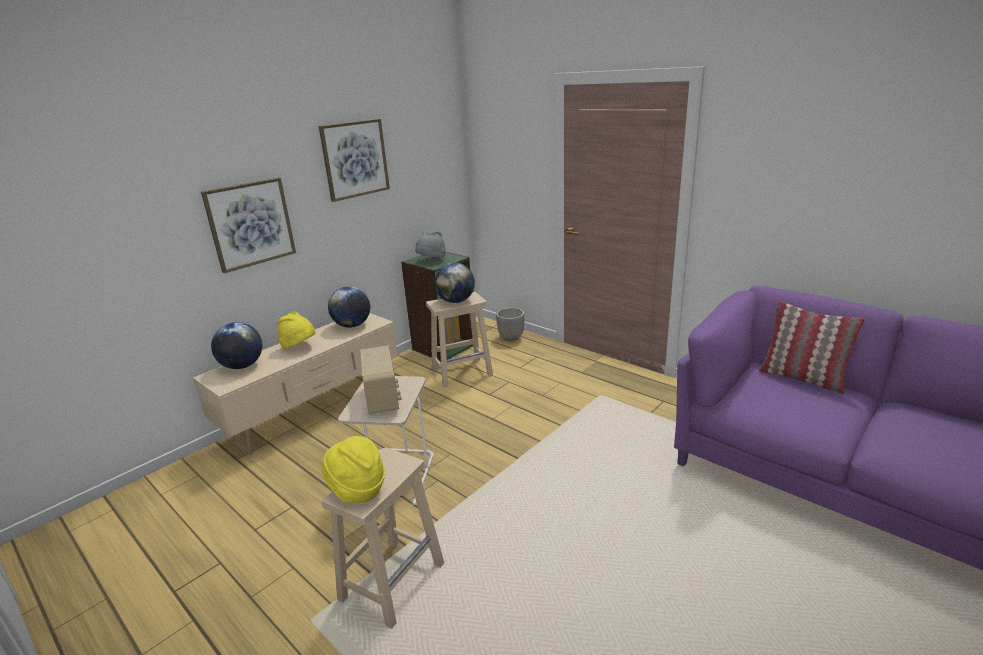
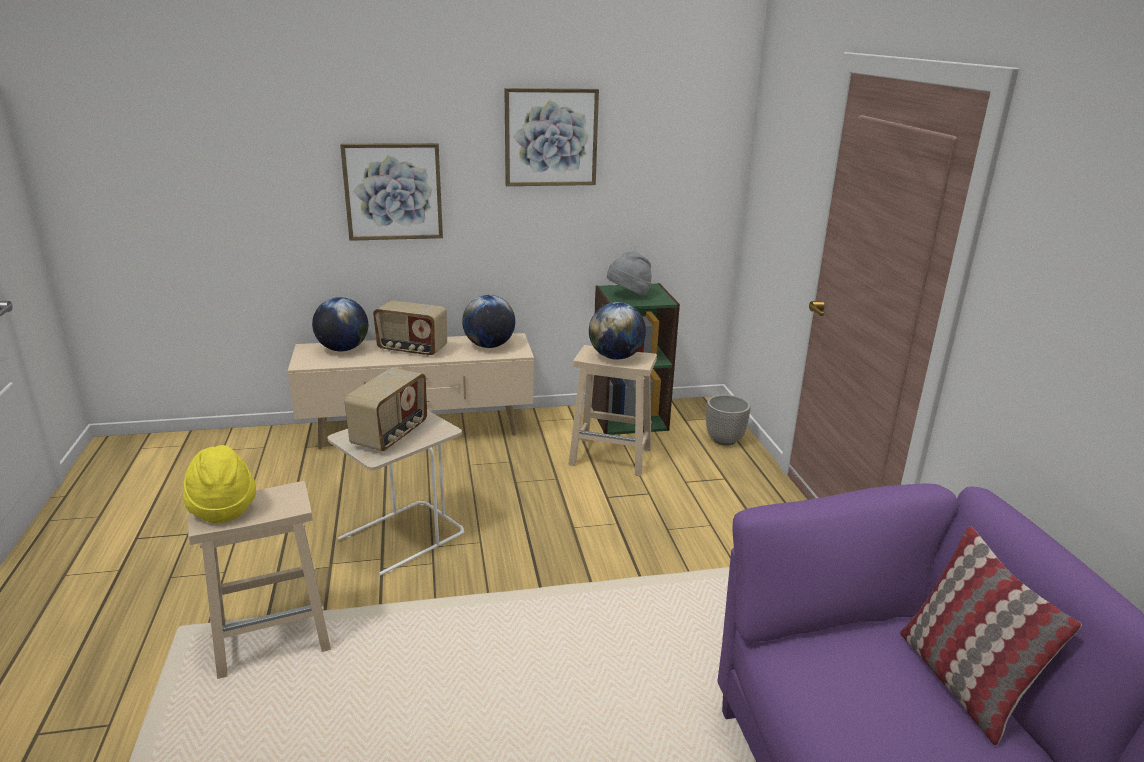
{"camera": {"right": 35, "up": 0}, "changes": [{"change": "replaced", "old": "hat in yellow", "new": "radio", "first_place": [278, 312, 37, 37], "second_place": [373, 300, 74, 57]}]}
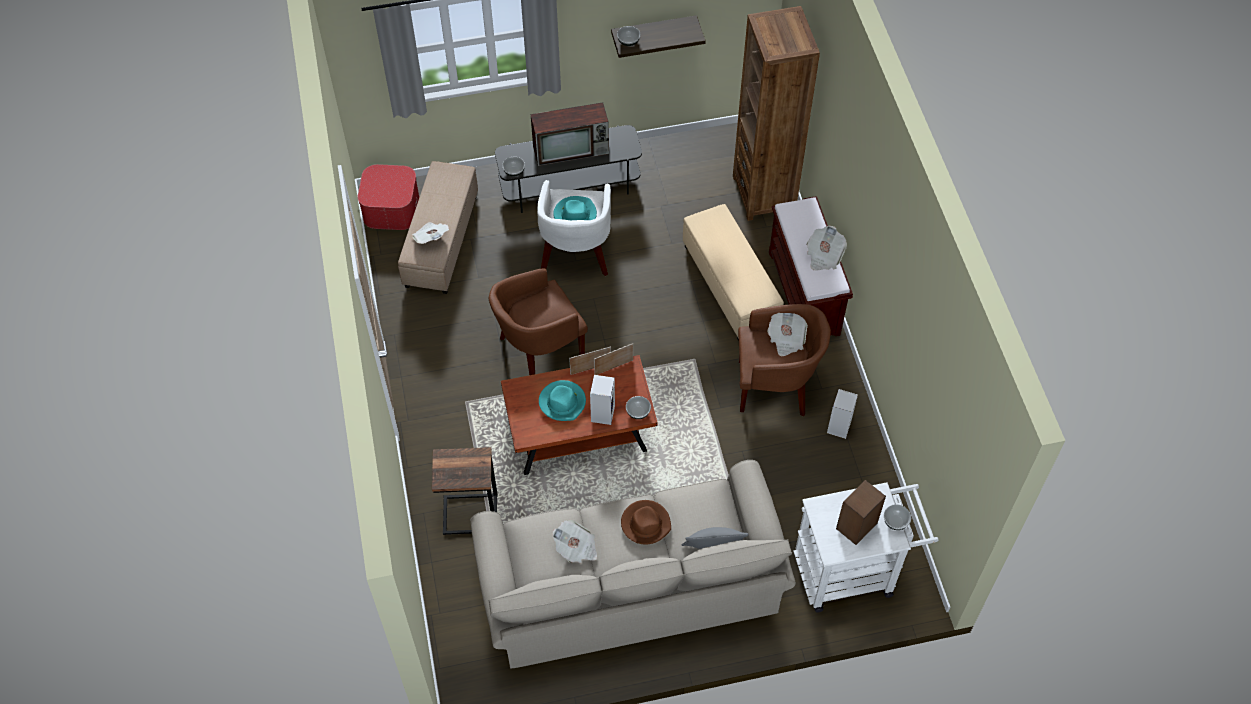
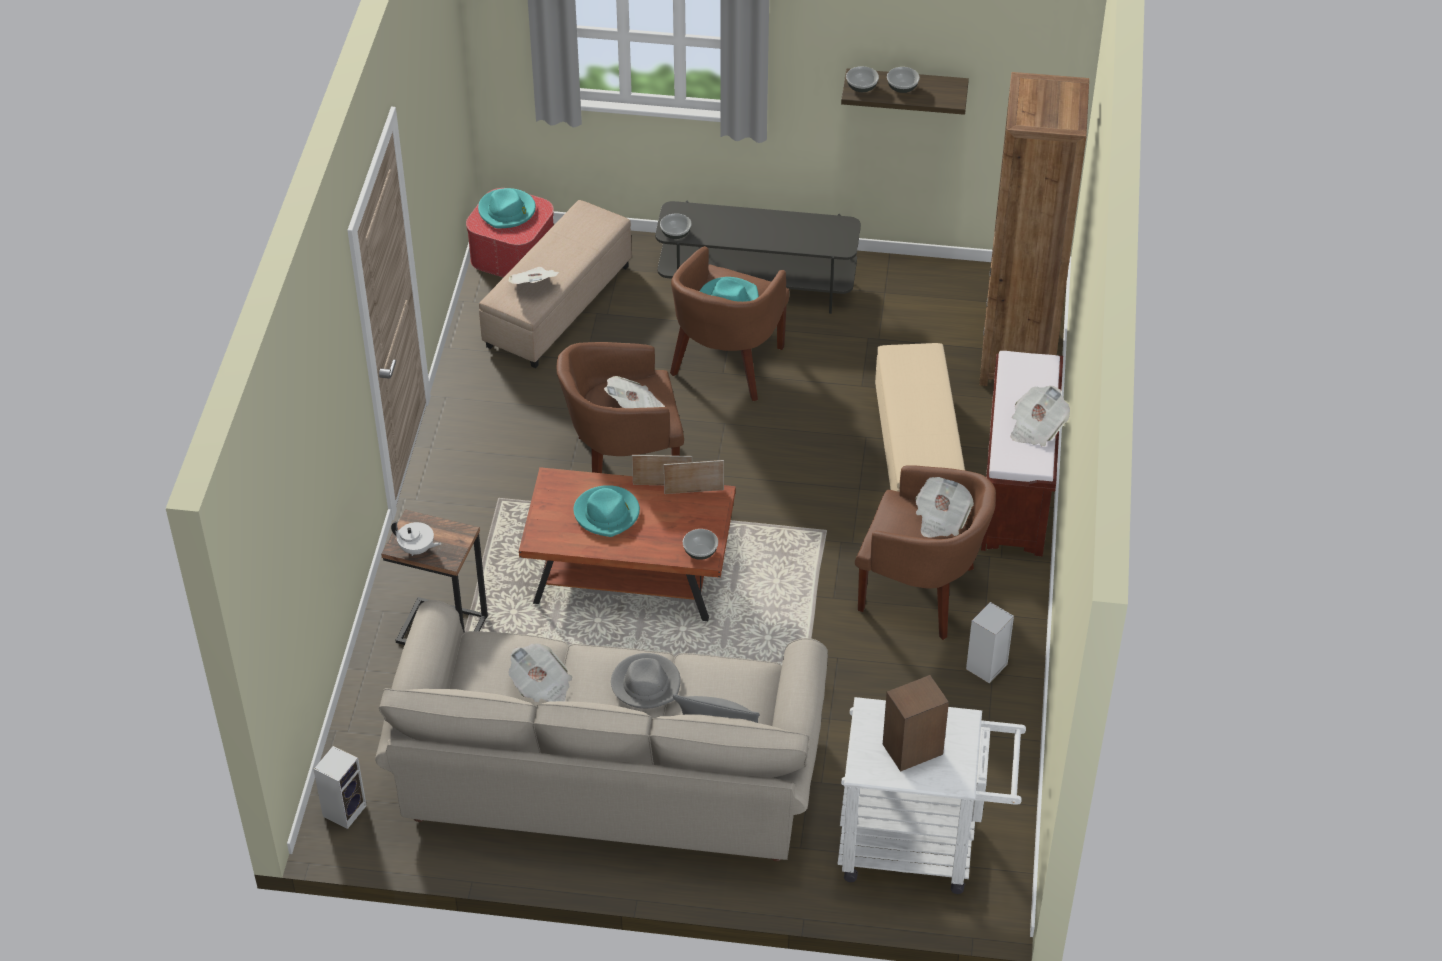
{"camera": {"right": 20, "up": -10}, "changes": [{"change": "removed", "old": "television", "first_place": [531, 102, 78, 64]}, {"change": "recoloured", "old": "armchair in white", "new": "armchair in brown", "first_place": [537, 180, 74, 96], "second_place": [670, 246, 119, 155]}, {"change": "moved", "old": "speaker", "first_place": [590, 375, 25, 50], "second_place": [313, 746, 54, 83]}, {"change": "recoloured", "old": "hat in brown", "new": "hat in grey", "first_place": [621, 500, 50, 45], "second_place": [611, 653, 70, 56]}, {"change": "moved", "old": "bowl", "first_place": [884, 504, 27, 26], "second_place": [887, 67, 33, 26]}, {"change": "added", "new": "teapot in white", "second_place": [391, 521, 51, 35]}, {"change": "added", "new": "hat in turquoise", "second_place": [478, 188, 58, 40]}, {"change": "added", "new": "newspaper", "second_place": [604, 376, 61, 32]}]}
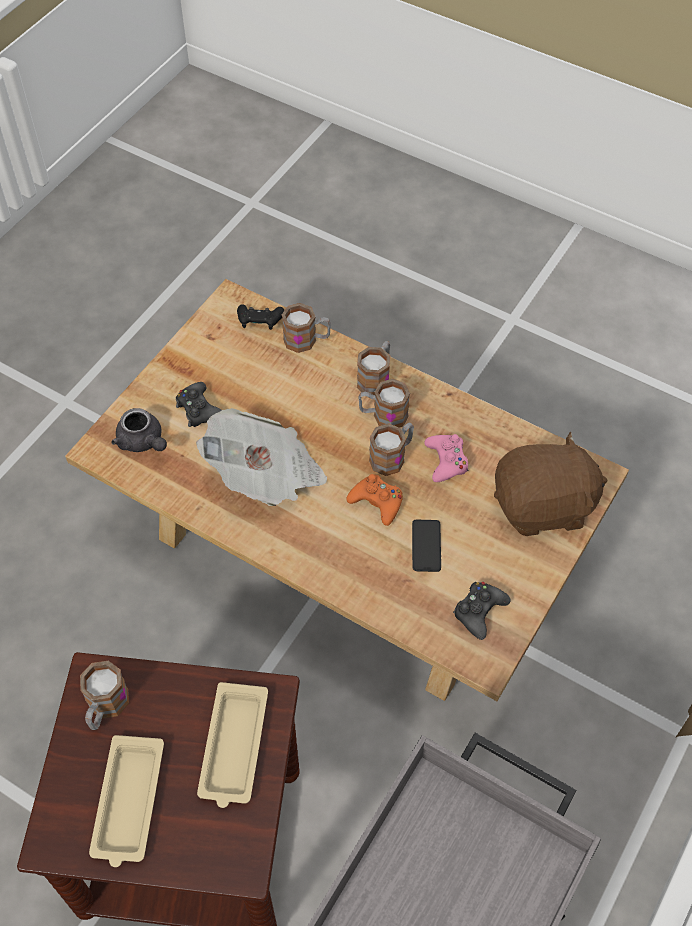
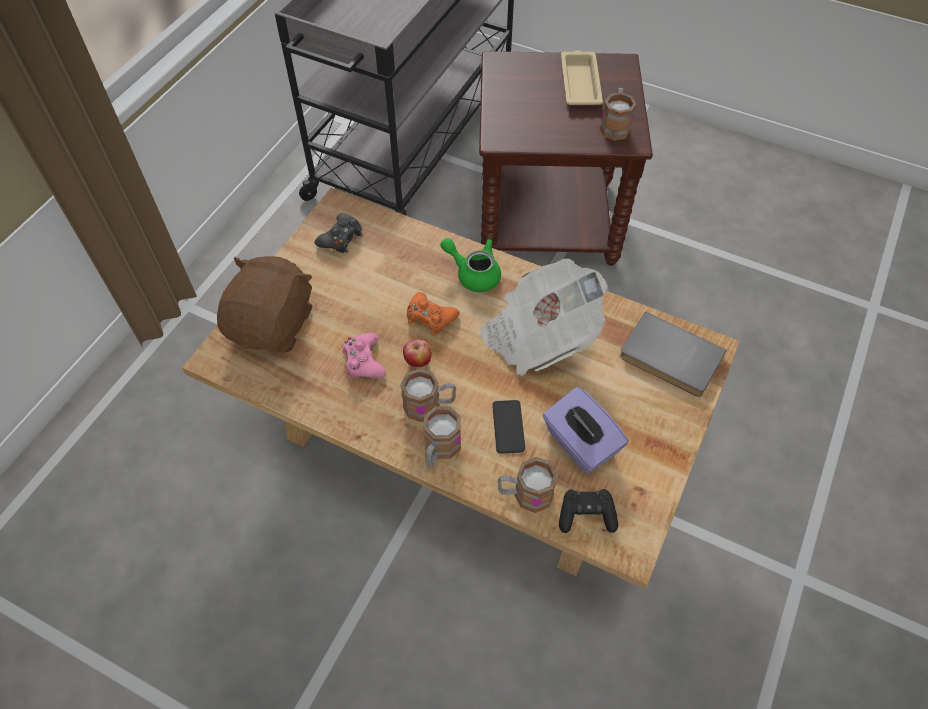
{"camera": {"right": 175, "up": 0}, "changes": [{"change": "replaced", "old": "teapot in grey", "new": "book in grey", "first_place": [111, 408, 56, 44], "second_place": [620, 311, 106, 86]}, {"change": "removed", "old": "game controller in black", "first_place": [176, 382, 46, 45]}, {"change": "removed", "old": "tray in beige", "first_place": [197, 682, 71, 126]}, {"change": "replaced", "old": "mug", "new": "apple", "first_place": [369, 422, 45, 54], "second_place": [403, 339, 29, 28]}, {"change": "moved", "old": "phone", "first_place": [412, 520, 29, 52], "second_place": [492, 400, 33, 54]}, {"change": "turned", "old": "plush toy in brown", "first_place": [494, 432, 114, 104], "second_place": [217, 256, 95, 96], "degrees": 120}, {"change": "added", "new": "teapot in green", "second_place": [440, 238, 61, 54]}, {"change": "added", "new": "tissue box in purple", "second_place": [543, 387, 85, 87]}]}
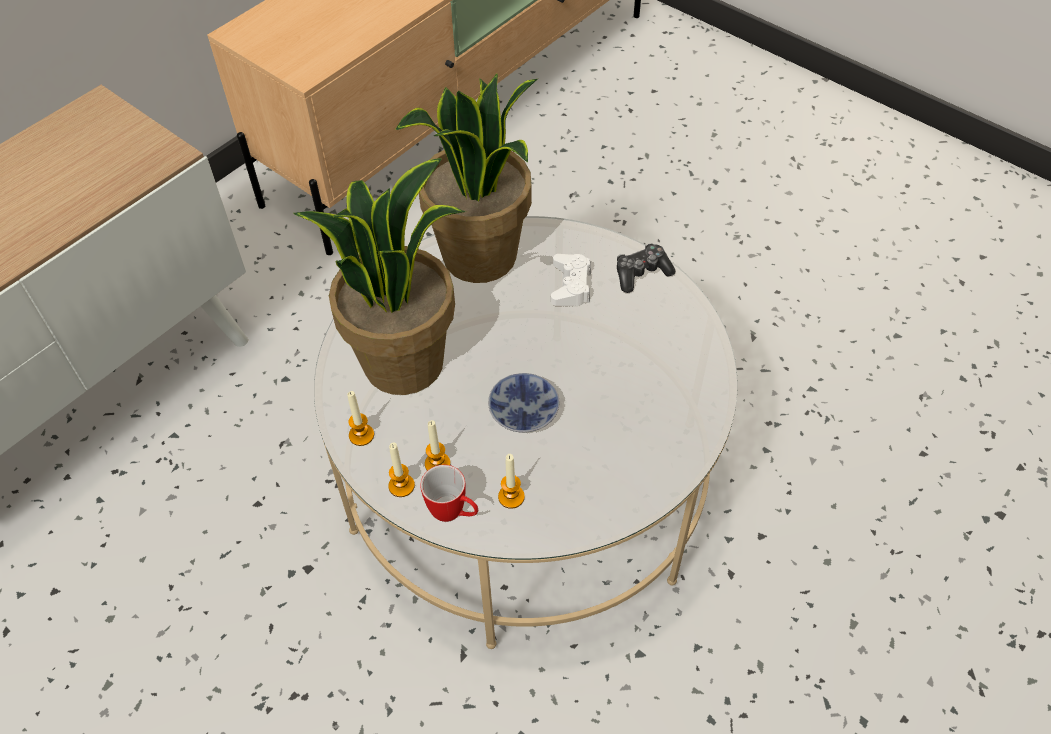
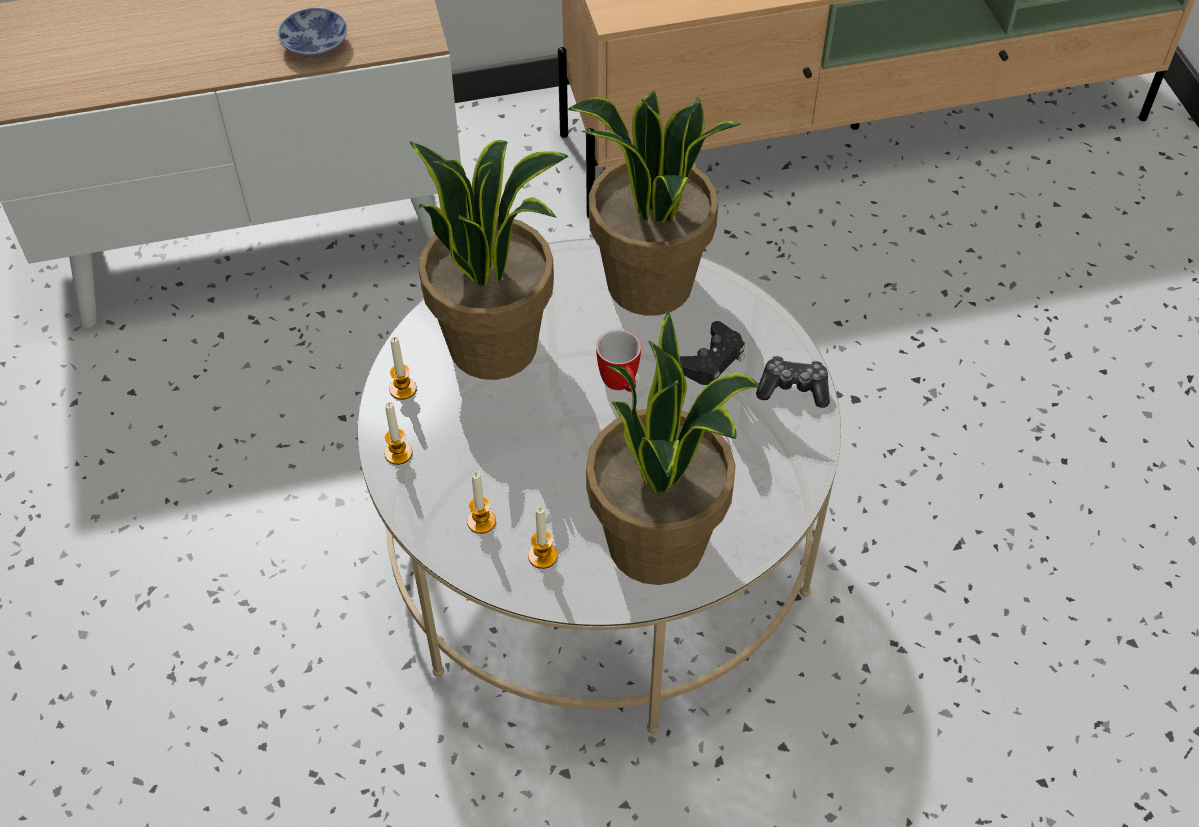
{"camera": {"right": 35, "up": 0}, "changes": [{"change": "moved", "old": "mug", "first_place": [420, 465, 58, 57], "second_place": [596, 330, 45, 62]}, {"change": "moved", "old": "candle", "first_place": [425, 420, 25, 51], "second_place": [528, 507, 30, 62]}, {"change": "moved", "old": "bowl", "first_place": [488, 373, 71, 60], "second_place": [278, 8, 69, 49]}, {"change": "recoloured", "old": "game controller in white", "new": "game controller in black", "first_place": [551, 254, 40, 52], "second_place": [680, 321, 65, 64]}, {"change": "added", "new": "potted plant", "second_place": [586, 311, 175, 274]}]}
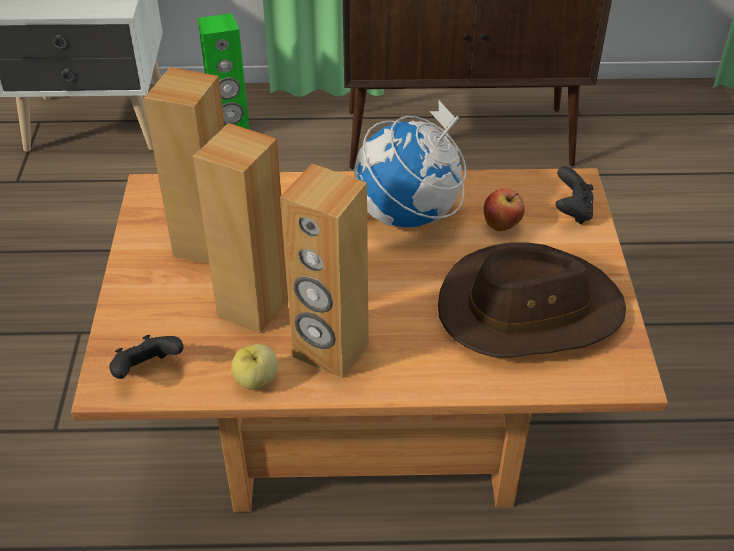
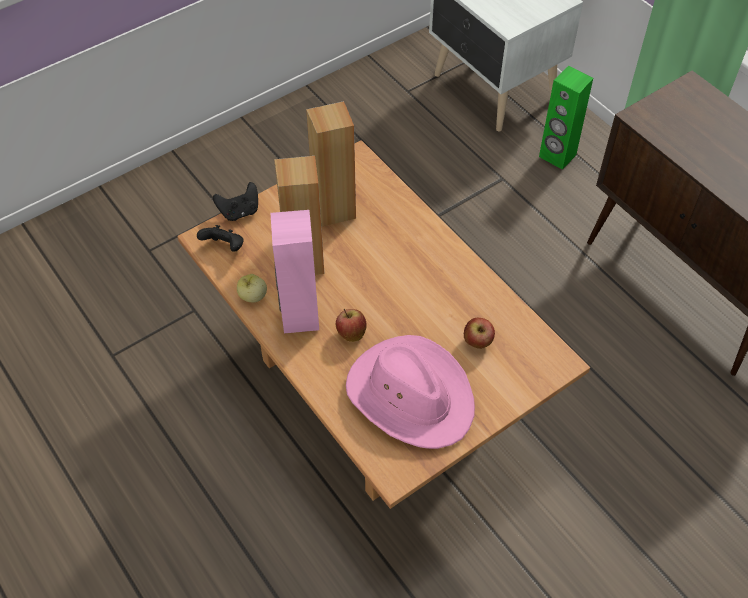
{"camera": {"right": 55, "up": 10}, "changes": [{"change": "recoloured", "old": "speaker in brown", "new": "speaker in pink", "first_place": [280, 163, 89, 215], "second_place": [271, 210, 48, 123]}, {"change": "removed", "old": "globe", "first_place": [354, 100, 112, 128]}, {"change": "recoloured", "old": "hat in brown", "new": "hat in pink", "first_place": [438, 242, 188, 116], "second_place": [346, 335, 129, 114]}, {"change": "moved", "old": "game controller in black", "first_place": [556, 166, 38, 58], "second_place": [213, 182, 45, 39]}, {"change": "added", "new": "apple", "second_place": [336, 309, 30, 33]}]}
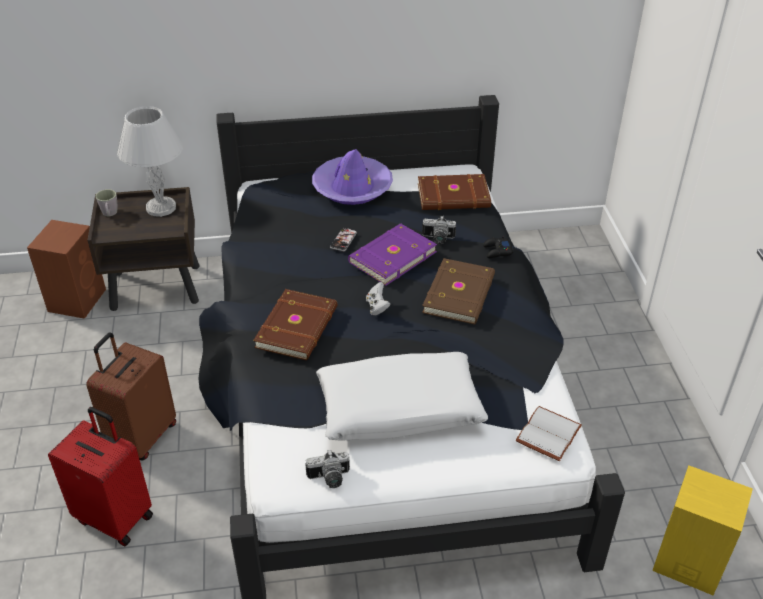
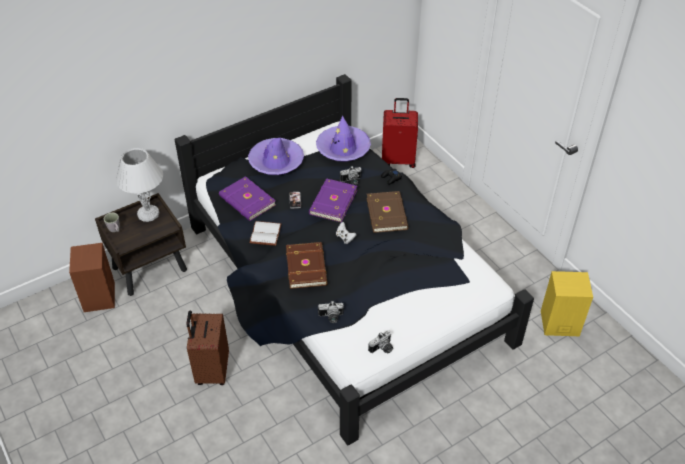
{"camera": {"right": -25, "up": 5}, "changes": [{"change": "moved", "old": "suitcase in red", "first_place": [48, 407, 105, 139], "second_place": [382, 98, 36, 70]}, {"change": "removed", "old": "pillow in white", "first_place": [316, 352, 172, 89]}, {"change": "replaced", "old": "book in brown", "new": "hat in purple", "first_place": [418, 174, 73, 36], "second_place": [316, 116, 55, 46]}, {"change": "moved", "old": "book in white", "first_place": [516, 406, 66, 55], "second_place": [250, 221, 32, 25]}, {"change": "added", "new": "book in purple", "second_place": [219, 176, 57, 45]}, {"change": "added", "new": "photo camera", "second_place": [318, 301, 26, 22]}]}
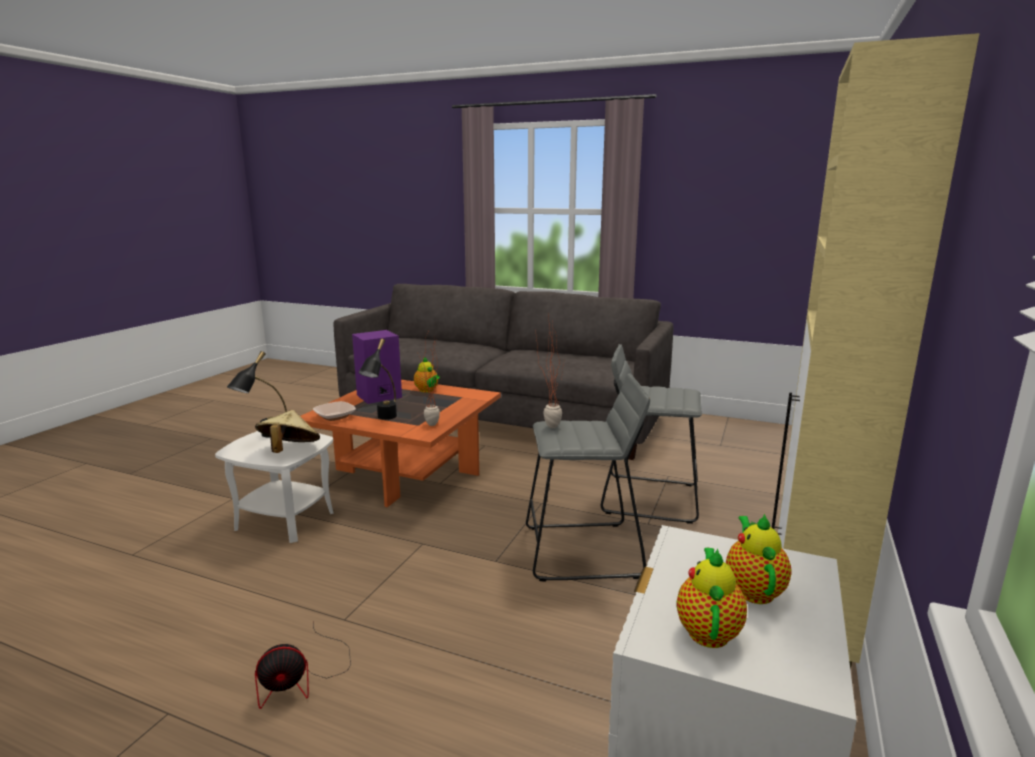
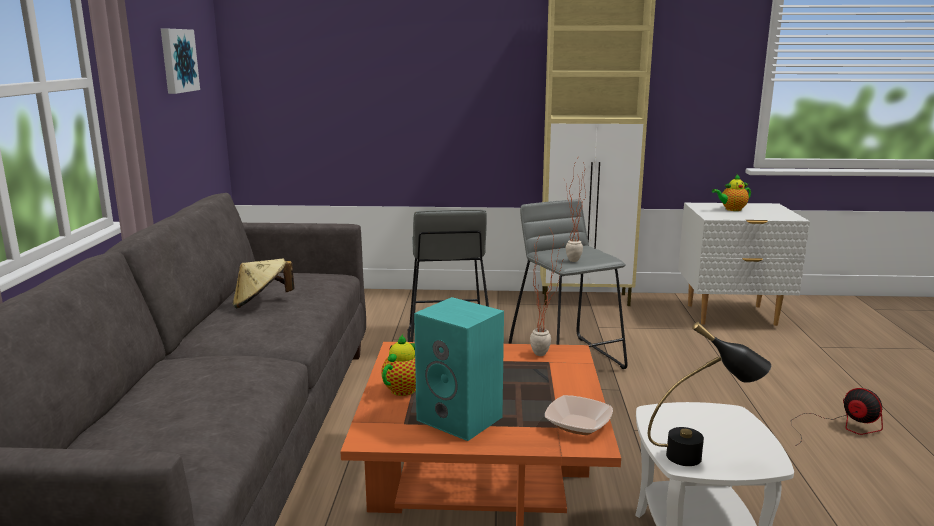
{"camera": {"right": -110, "up": 0}, "changes": [{"change": "moved", "old": "hat in beige", "first_place": [255, 410, 65, 43], "second_place": [233, 259, 62, 49]}, {"change": "recoloured", "old": "speaker in purple", "new": "speaker in turquoise", "first_place": [352, 330, 50, 74], "second_place": [414, 297, 90, 144]}, {"change": "removed", "old": "table lamp in black", "first_place": [359, 338, 38, 82]}, {"change": "removed", "old": "teapot", "first_place": [677, 548, 70, 100]}, {"change": "added", "new": "picture", "second_place": [161, 29, 39, 65]}]}
